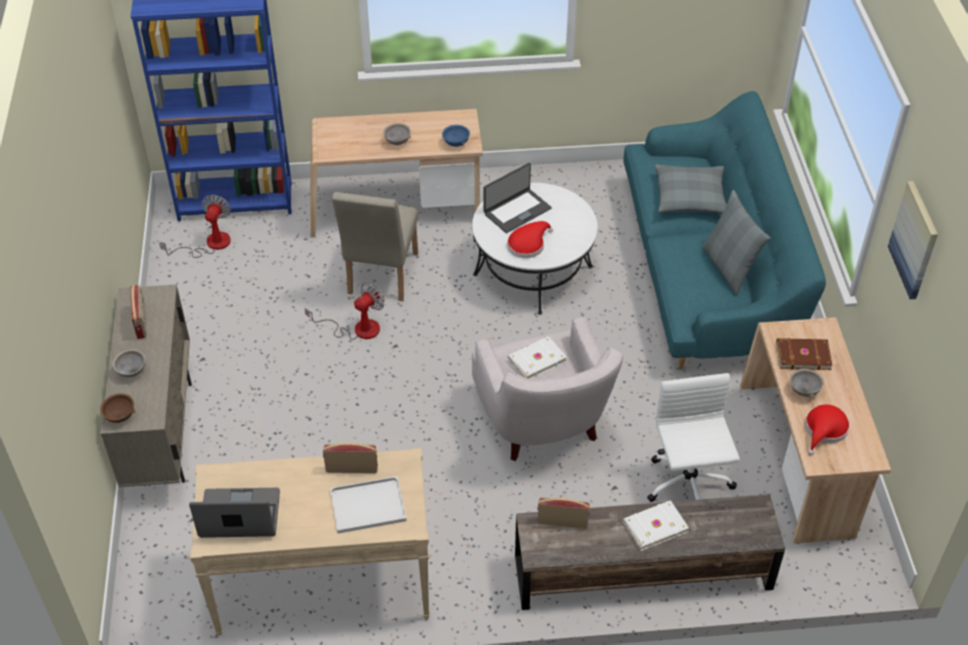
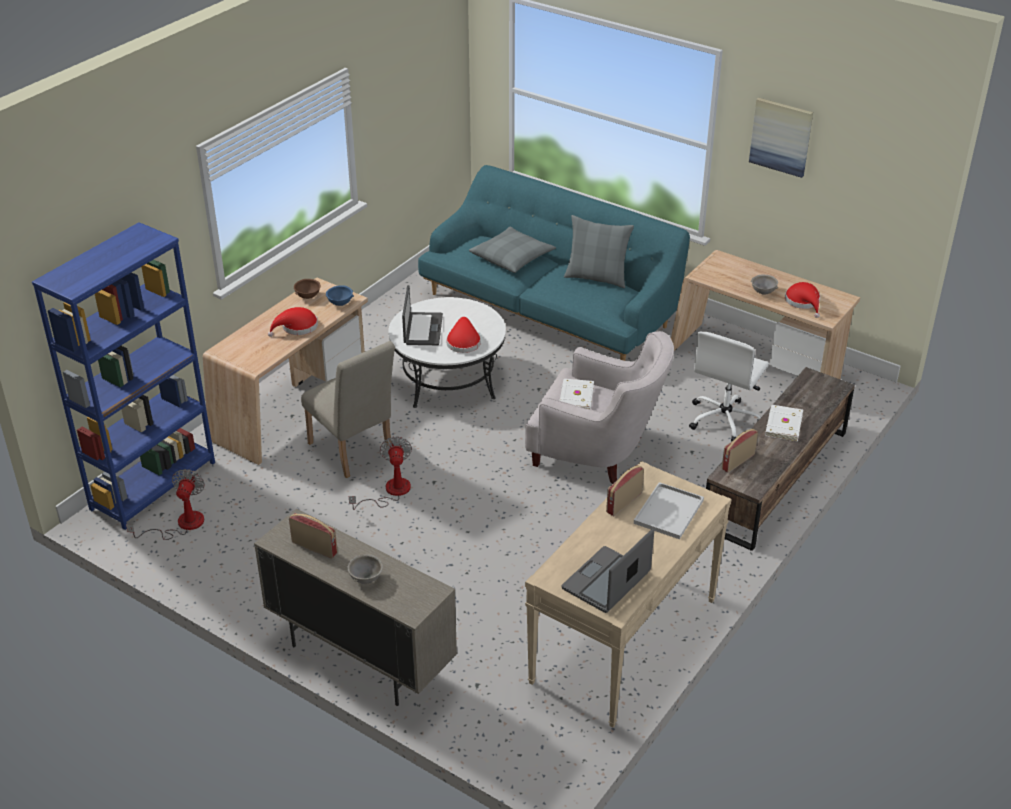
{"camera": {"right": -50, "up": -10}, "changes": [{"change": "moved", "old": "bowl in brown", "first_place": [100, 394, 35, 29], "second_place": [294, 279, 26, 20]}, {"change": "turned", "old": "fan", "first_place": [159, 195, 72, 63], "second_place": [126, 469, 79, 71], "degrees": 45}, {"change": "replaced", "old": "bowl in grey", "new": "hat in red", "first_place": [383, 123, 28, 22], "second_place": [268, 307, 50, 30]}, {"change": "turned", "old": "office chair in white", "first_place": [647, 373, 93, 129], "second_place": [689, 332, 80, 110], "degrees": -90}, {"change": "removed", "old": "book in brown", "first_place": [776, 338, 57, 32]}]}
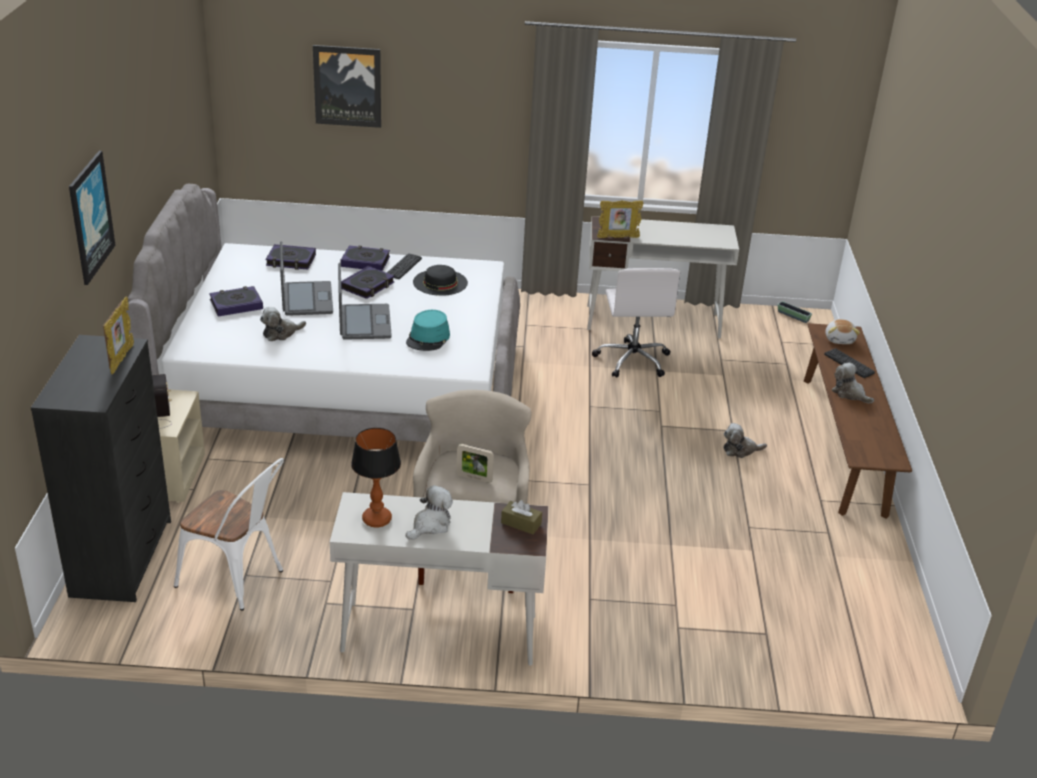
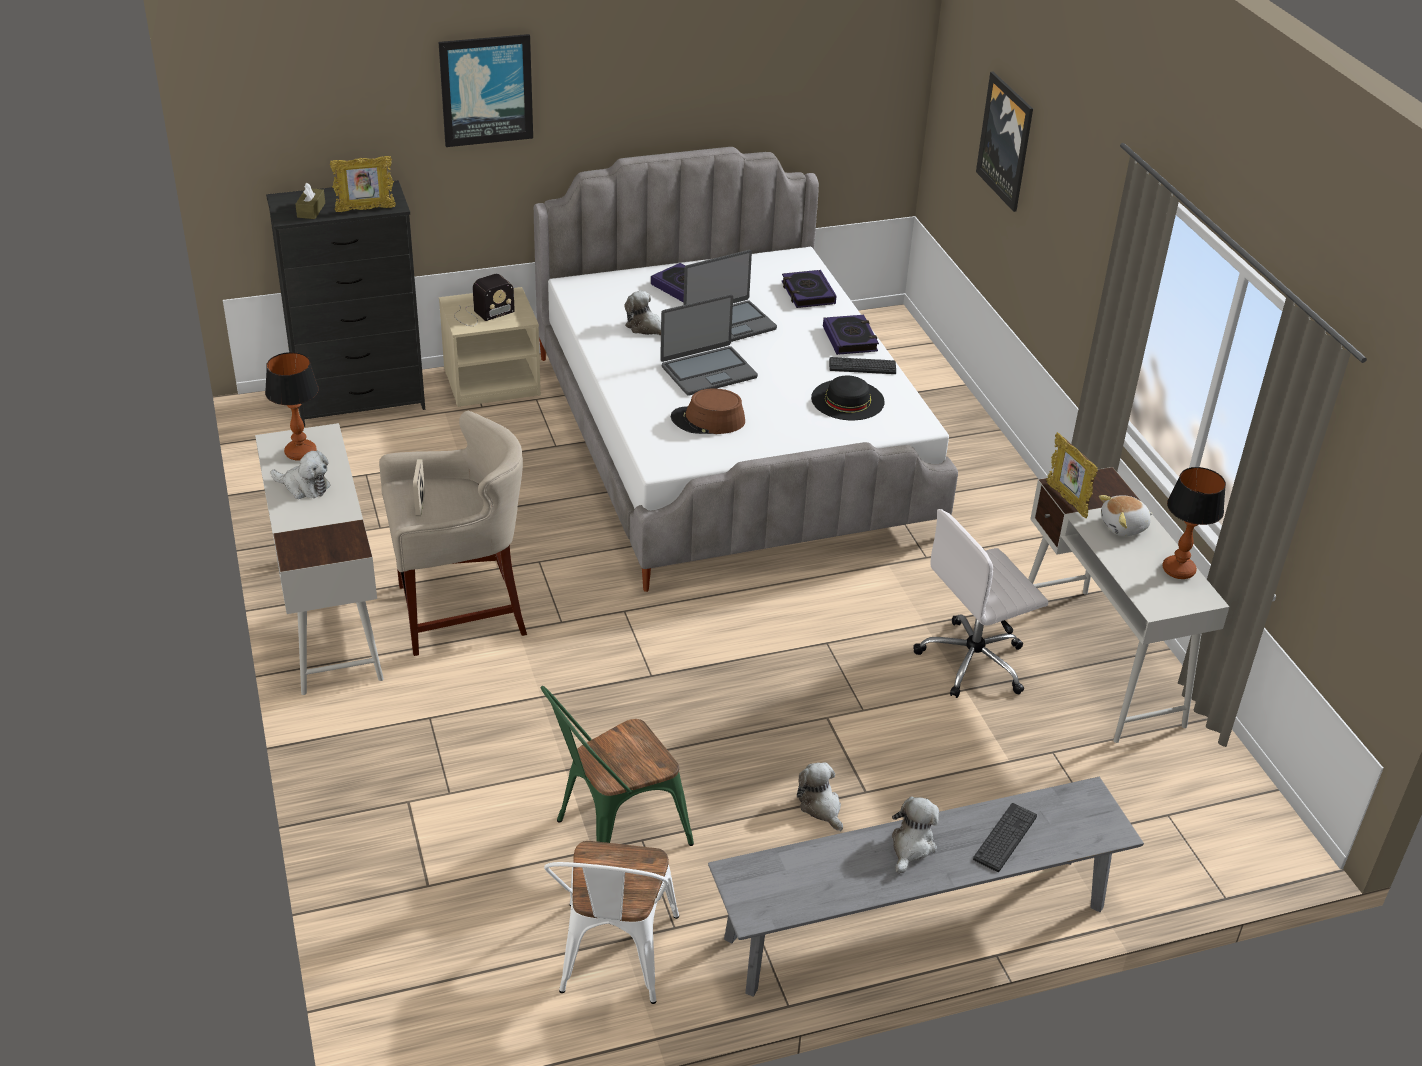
{"camera": {"right": 70, "up": 5}, "changes": [{"change": "moved", "old": "chair in white", "first_place": [174, 458, 110, 153], "second_place": [544, 841, 135, 163]}, {"change": "removed", "old": "book", "first_place": [341, 266, 54, 33]}, {"change": "recoloured", "old": "hat in turquoise", "new": "hat in brown", "first_place": [406, 310, 44, 41], "second_place": [671, 388, 74, 46]}, {"change": "moved", "old": "tissue box in brown", "first_place": [501, 500, 41, 34], "second_place": [295, 183, 30, 36]}, {"change": "removed", "old": "planter", "first_place": [778, 301, 34, 22]}, {"change": "recoloured", "old": "bench in brown", "new": "bench in grey", "first_place": [804, 323, 108, 196], "second_place": [708, 777, 436, 220]}, {"change": "moved", "old": "plush toy", "first_place": [825, 319, 35, 25], "second_place": [1099, 495, 54, 41]}, {"change": "added", "new": "chair in green", "second_place": [541, 686, 153, 160]}, {"change": "added", "new": "table lamp", "second_place": [1162, 467, 64, 112]}]}
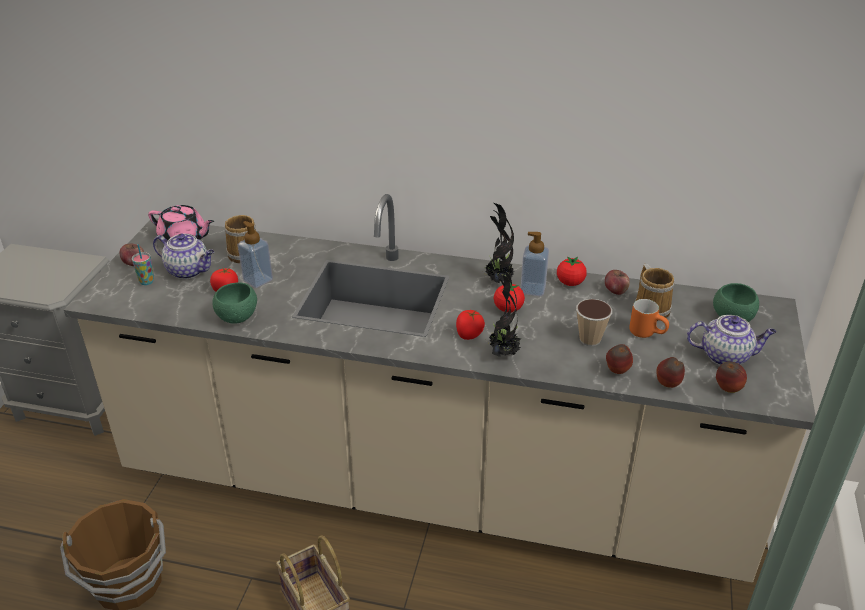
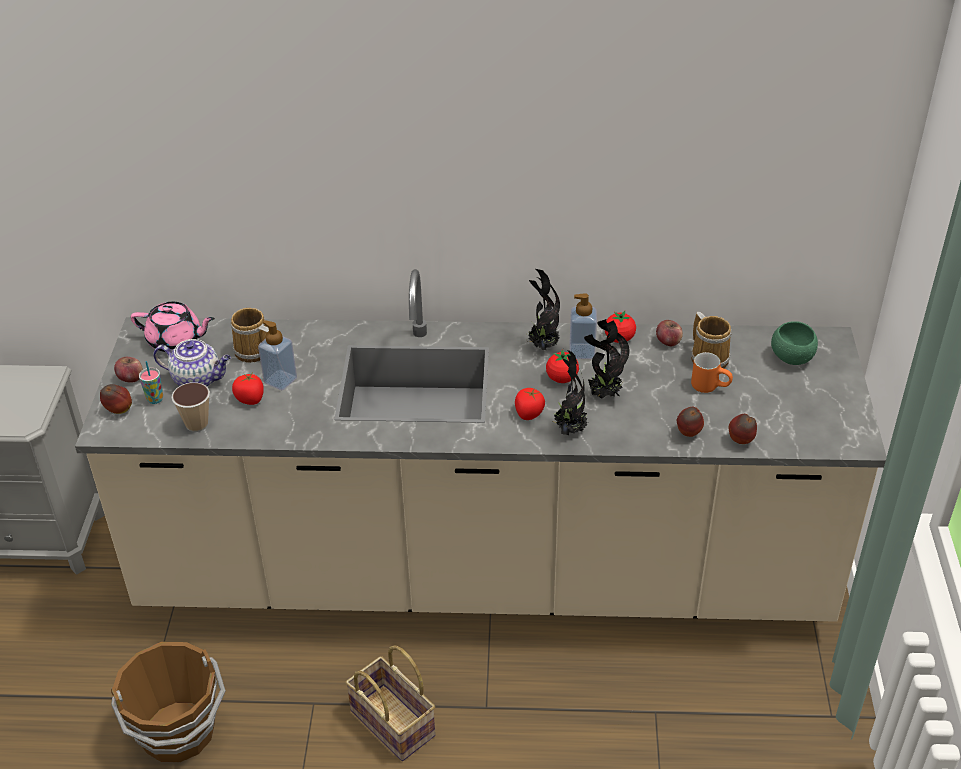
{"camera": {"right": -10, "up": 5}, "changes": [{"change": "removed", "old": "bowl in green", "first_place": [212, 282, 45, 42]}, {"change": "moved", "old": "cup", "first_place": [576, 299, 36, 47], "second_place": [171, 382, 39, 50]}, {"change": "removed", "old": "teapot", "first_place": [687, 315, 89, 50]}, {"change": "moved", "old": "apple", "first_place": [716, 361, 31, 32], "second_place": [100, 384, 32, 30]}, {"change": "added", "new": "potted plant", "second_place": [584, 319, 46, 80]}]}
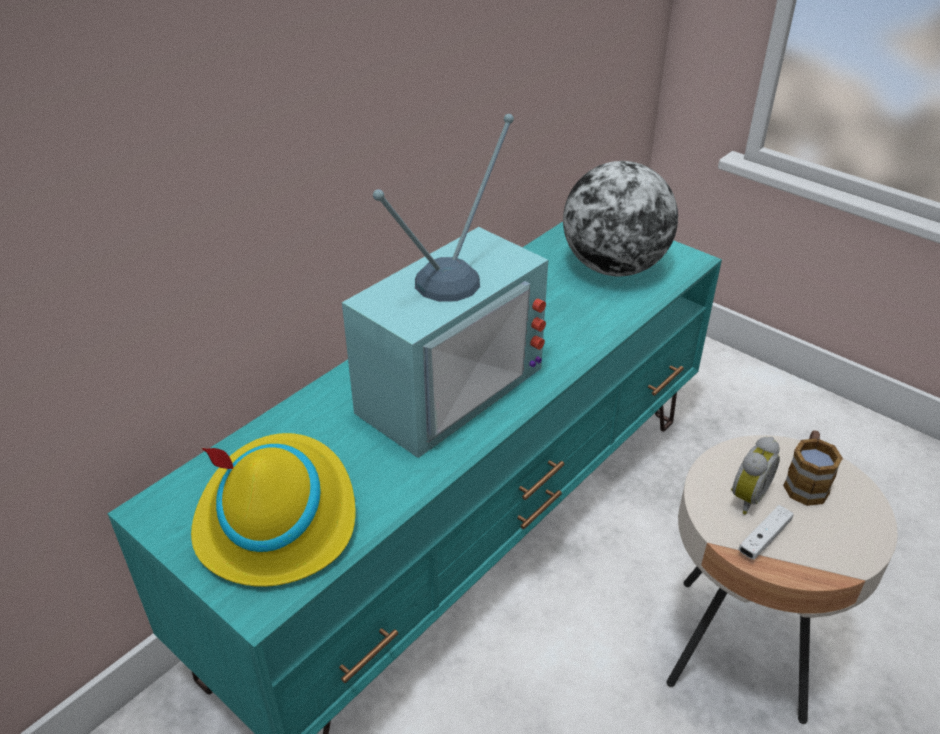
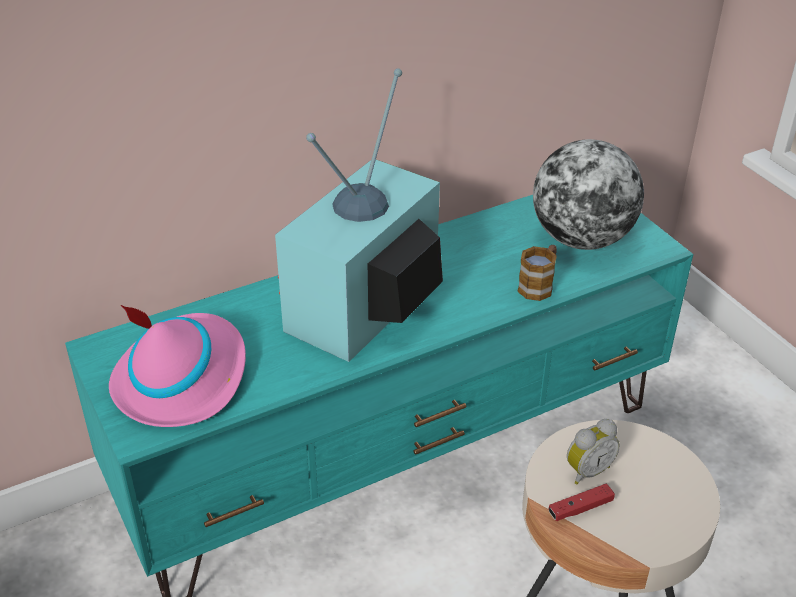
{"camera": {"right": 20, "up": 0}, "changes": [{"change": "recoloured", "old": "hat in yellow", "new": "hat in pink", "first_place": [191, 433, 165, 154], "second_place": [109, 305, 137, 122]}, {"change": "turned", "old": "television", "first_place": [342, 114, 206, 344], "second_place": [275, 68, 168, 294], "degrees": 150}, {"change": "recoloured", "old": "game controller in white", "new": "game controller in red", "first_place": [738, 505, 56, 55], "second_place": [548, 484, 67, 37]}, {"change": "moved", "old": "mug", "first_place": [783, 431, 60, 75], "second_place": [518, 245, 39, 56]}]}
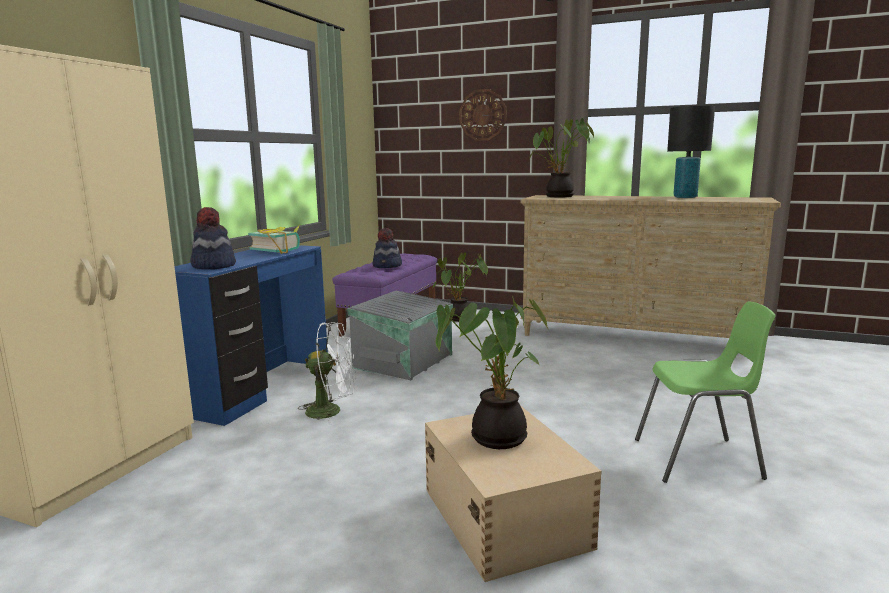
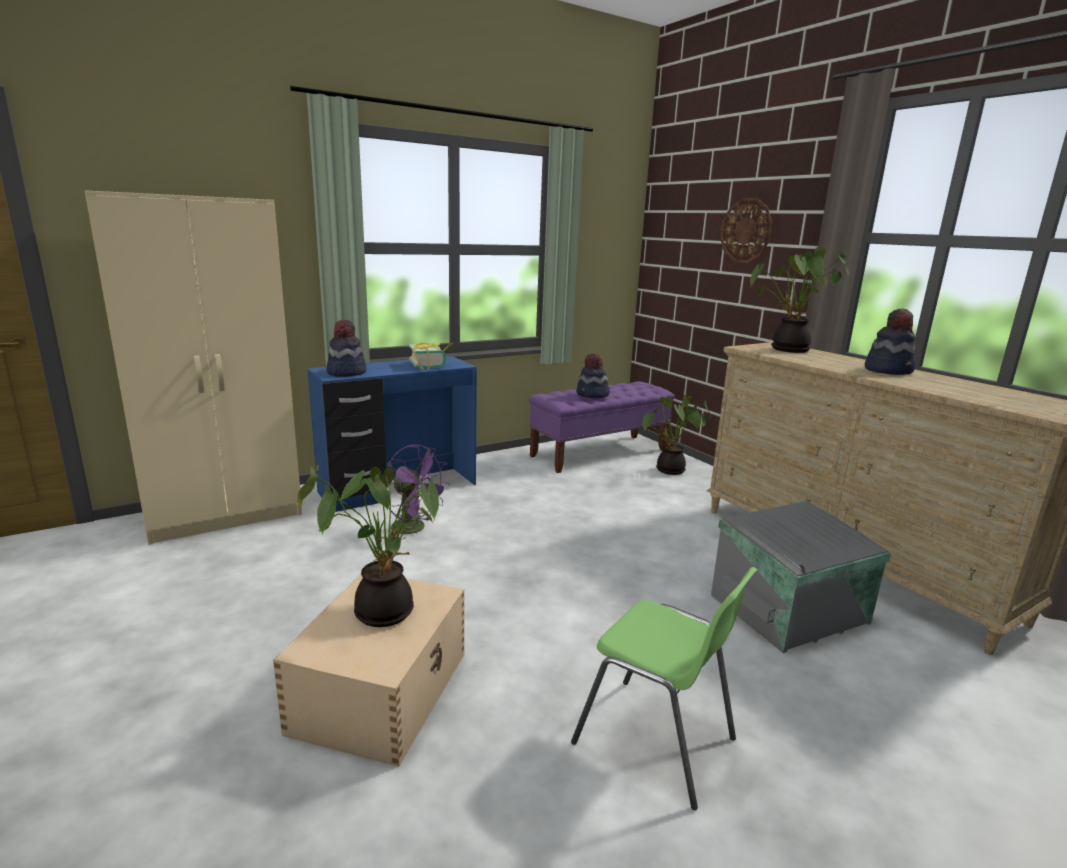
{"camera": {"right": 35, "up": 5}, "changes": [{"change": "recoloured", "old": "fan in white", "new": "fan in purple", "first_place": [298, 322, 58, 103], "second_place": [387, 445, 63, 89]}, {"change": "moved", "old": "storage box in grey", "first_place": [347, 291, 106, 89], "second_place": [711, 501, 180, 152]}, {"change": "removed", "old": "table lamp in black", "first_place": [667, 106, 48, 92]}, {"change": "added", "new": "hat", "second_place": [865, 308, 51, 67]}]}
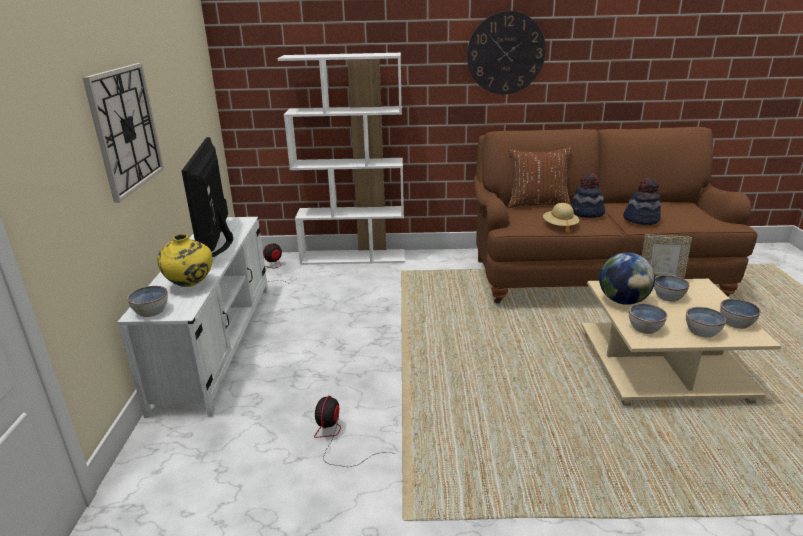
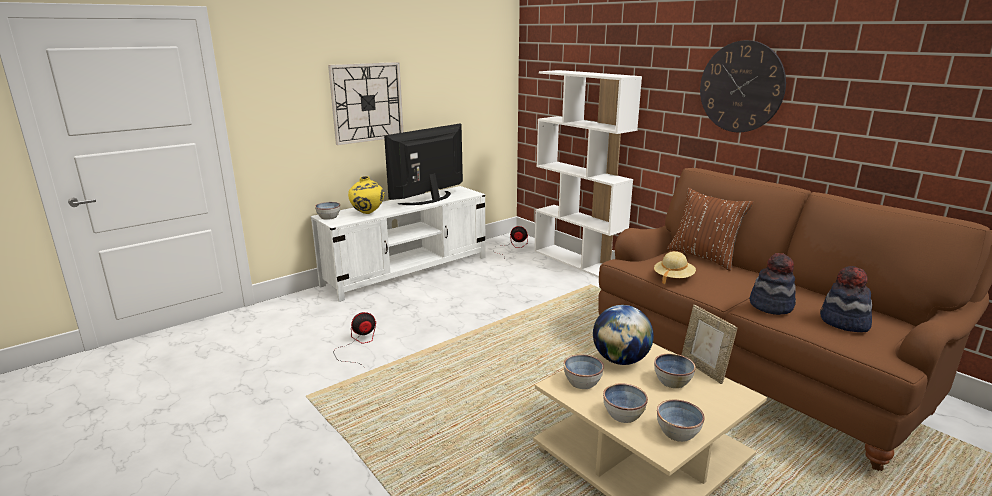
{"camera": {"right": 50, "up": -5}, "changes": [{"change": "moved", "old": "hat", "first_place": [571, 173, 34, 45], "second_place": [820, 266, 52, 66]}]}
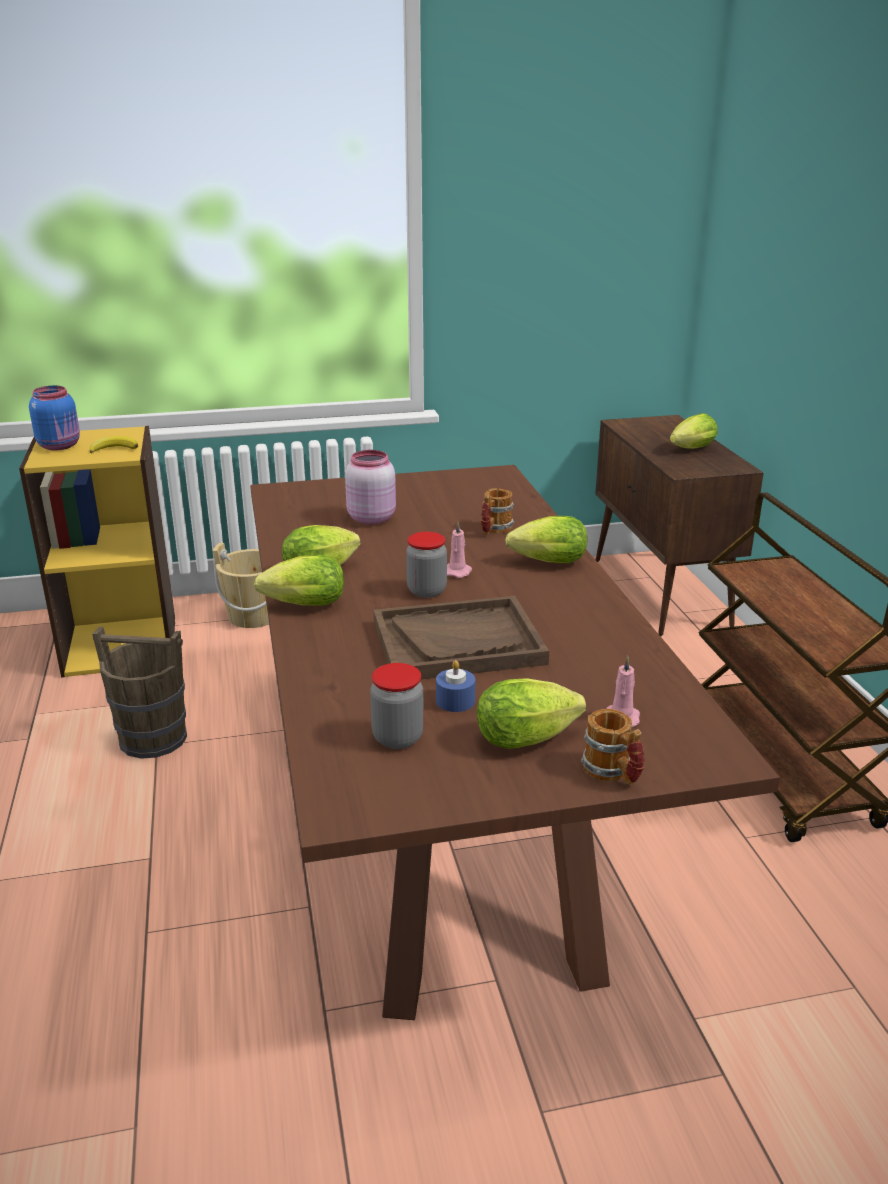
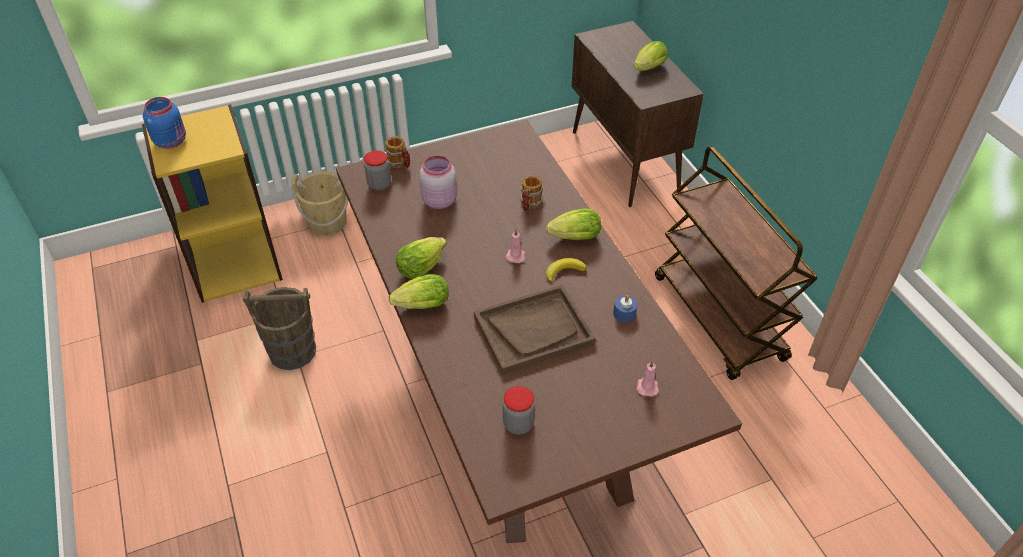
{"camera": {"right": -10, "up": 20}, "changes": [{"change": "moved", "old": "banana", "first_place": [90, 436, 48, 17], "second_place": [546, 258, 40, 25]}, {"change": "moved", "old": "jar", "first_place": [406, 532, 41, 66], "second_place": [364, 150, 27, 41]}, {"change": "moved", "old": "candle in blue", "first_place": [436, 660, 39, 52], "second_place": [613, 295, 25, 27]}, {"change": "removed", "old": "lettuce", "first_place": [477, 678, 109, 71]}, {"change": "moved", "old": "mug", "first_place": [581, 709, 64, 76], "second_place": [385, 136, 25, 33]}]}
